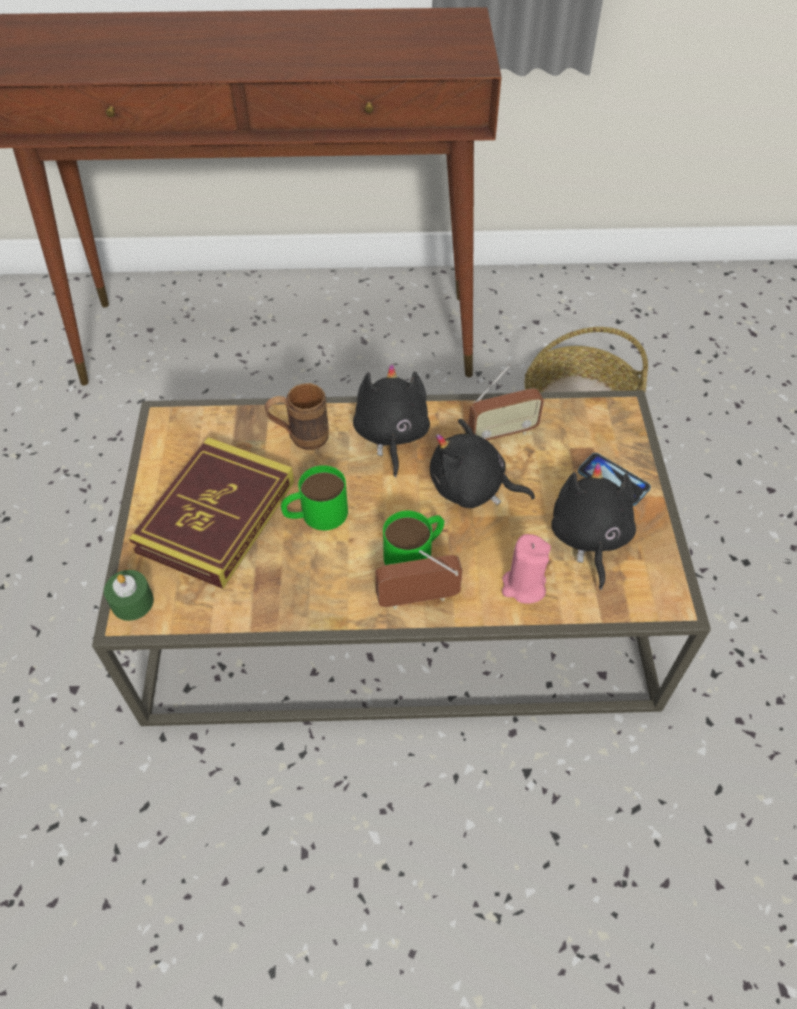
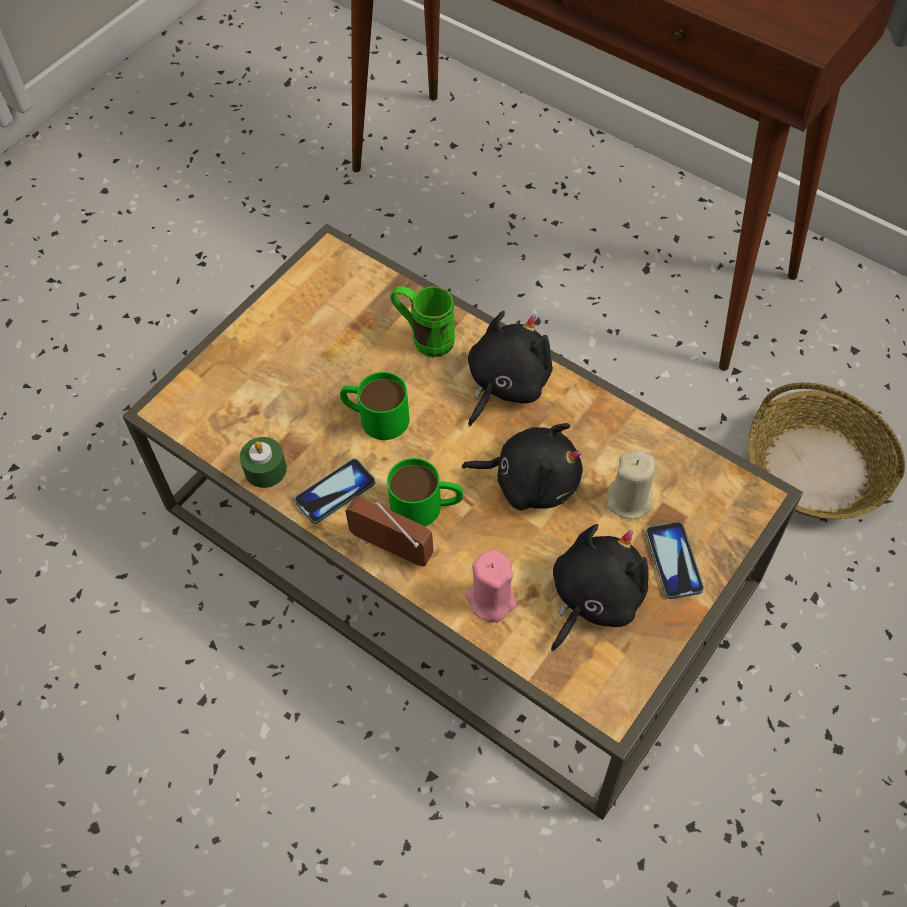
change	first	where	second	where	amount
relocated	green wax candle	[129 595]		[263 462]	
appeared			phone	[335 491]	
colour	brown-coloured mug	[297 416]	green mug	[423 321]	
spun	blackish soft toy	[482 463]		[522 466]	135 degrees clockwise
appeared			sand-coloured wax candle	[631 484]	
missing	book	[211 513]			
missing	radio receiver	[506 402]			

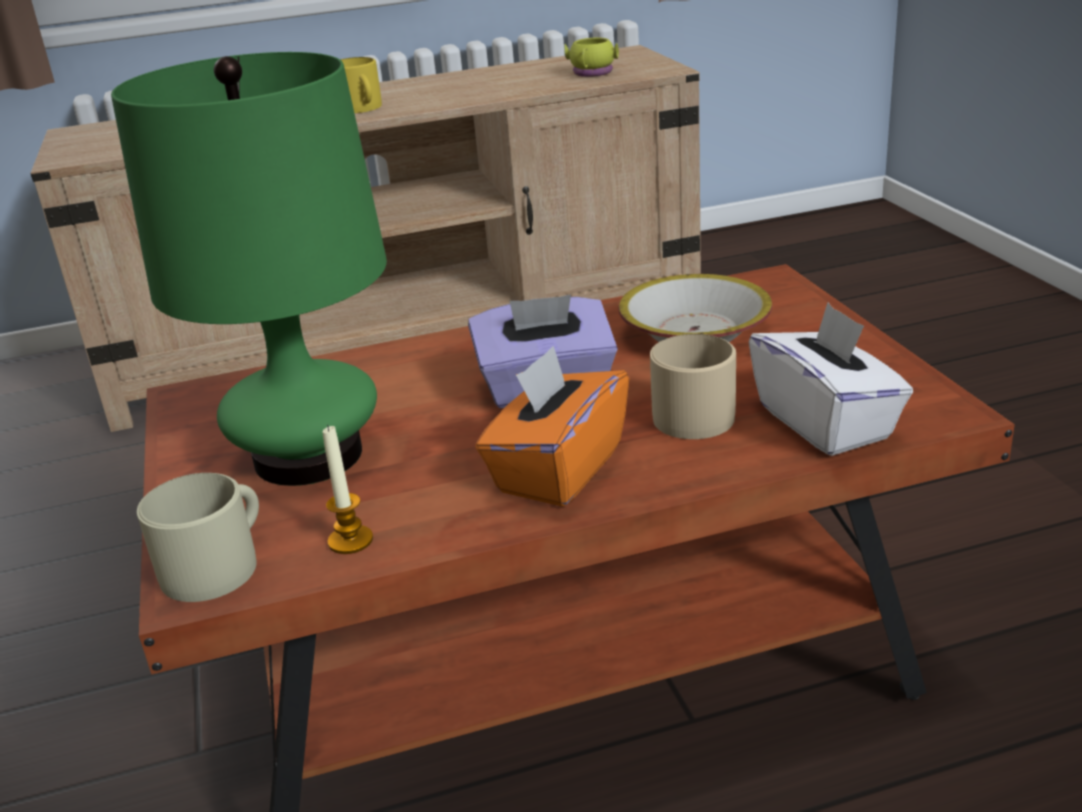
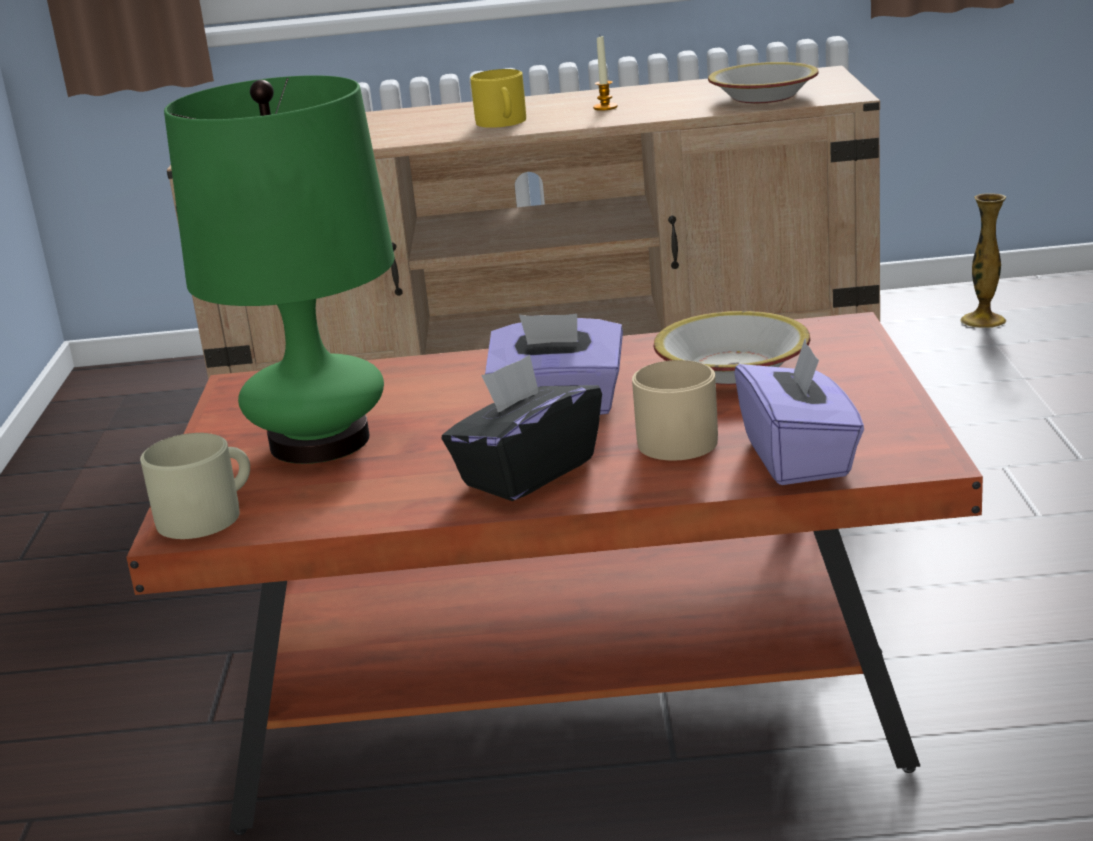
change	first	where	second	where	amount
colour	orangey tissue box	[552 426]	blackish tissue box	[522 428]	
relocated	wax candle	[347 489]		[605 73]	
exchanged	yellow mug	[591 57]	deep dish	[763 83]	
colour	whitish tissue box	[831 379]	purple-coloured tissue box	[799 412]	
appeared			vase	[983 260]	

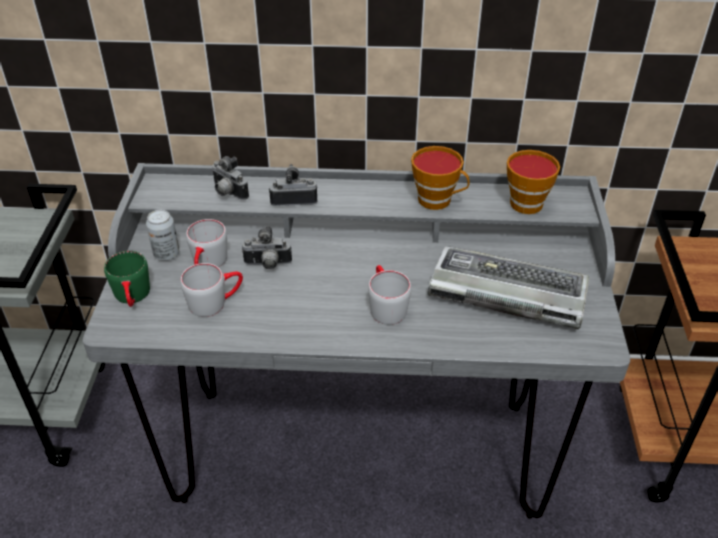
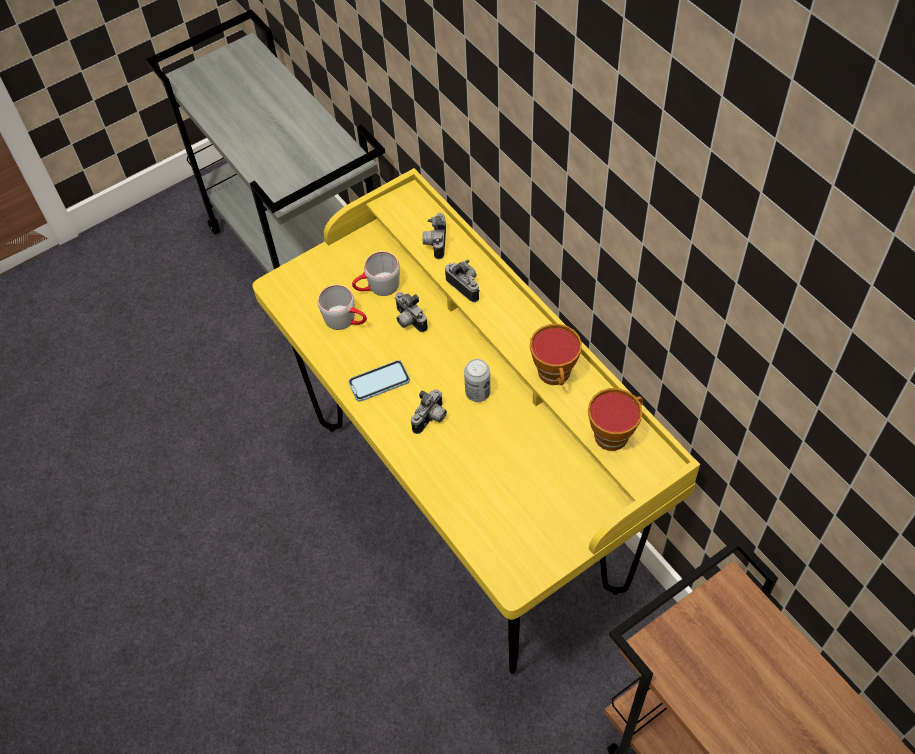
change	first	where	second	where	amount
colour	greyish desk table	[356 341]	yellow desk table	[476 421]	
appeared			phone	[379 381]	
exchanged	greyish mug	[389 295]	photo camera	[429 411]	
relocated	sealed can	[162 235]		[477 380]	
missing	green mug	[127 279]			
missing	computer keyboard	[508 287]			

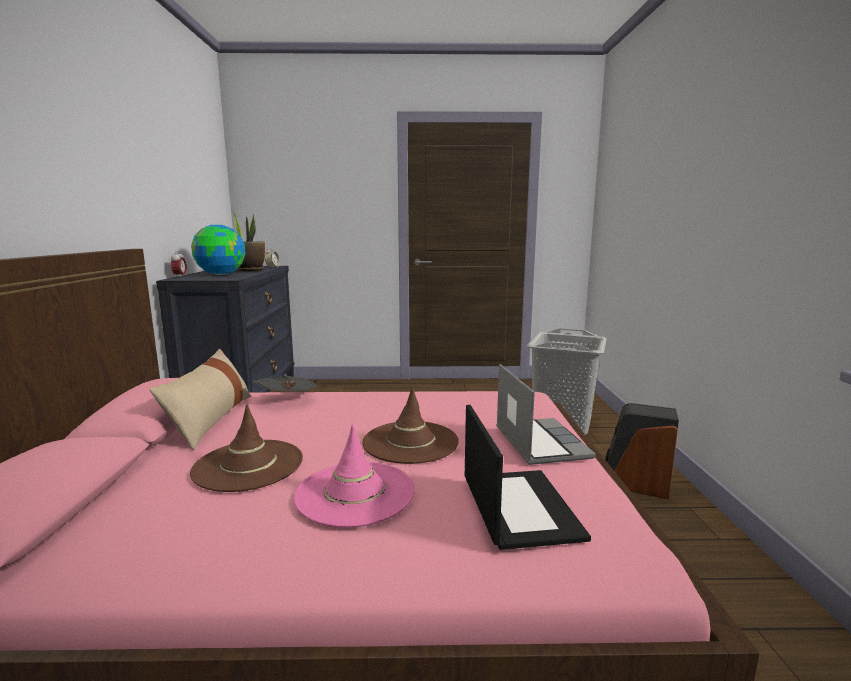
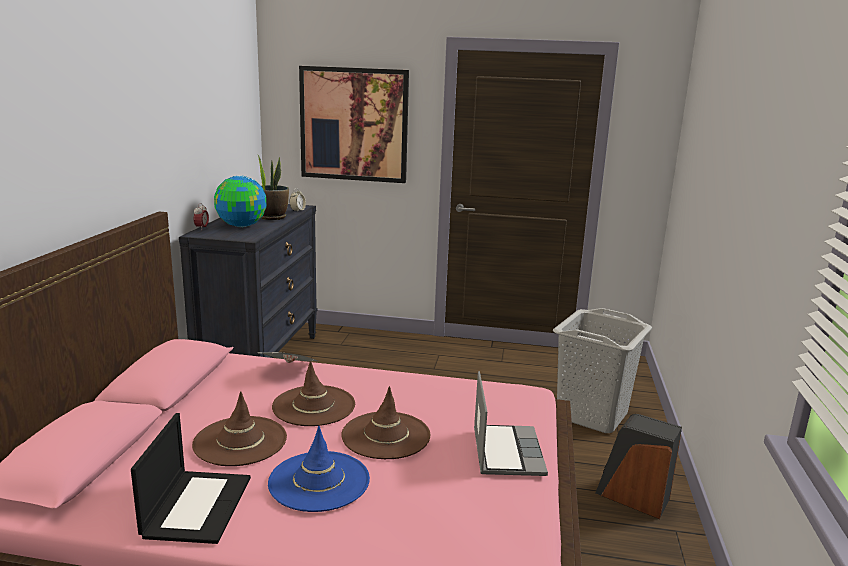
change	first	where	second	where	amount
relocated	laptop	[528 477]		[191 478]	
colour	pink wearable hat	[354 476]	blue wearable hat	[319 469]	
appeared			brown-coloured wearable hat	[313 393]	
appeared			wall art	[354 124]	
missing	sand-coloured throw pillow	[200 399]			

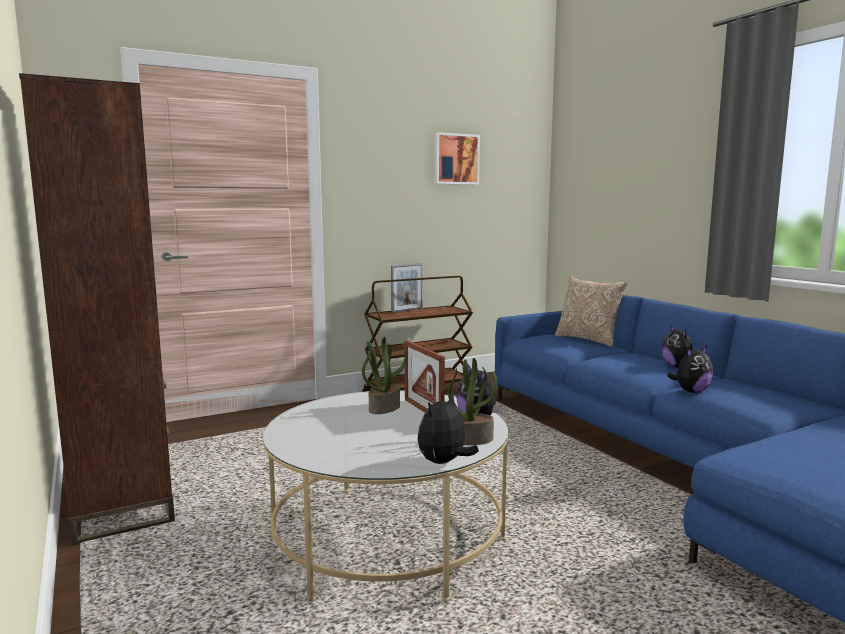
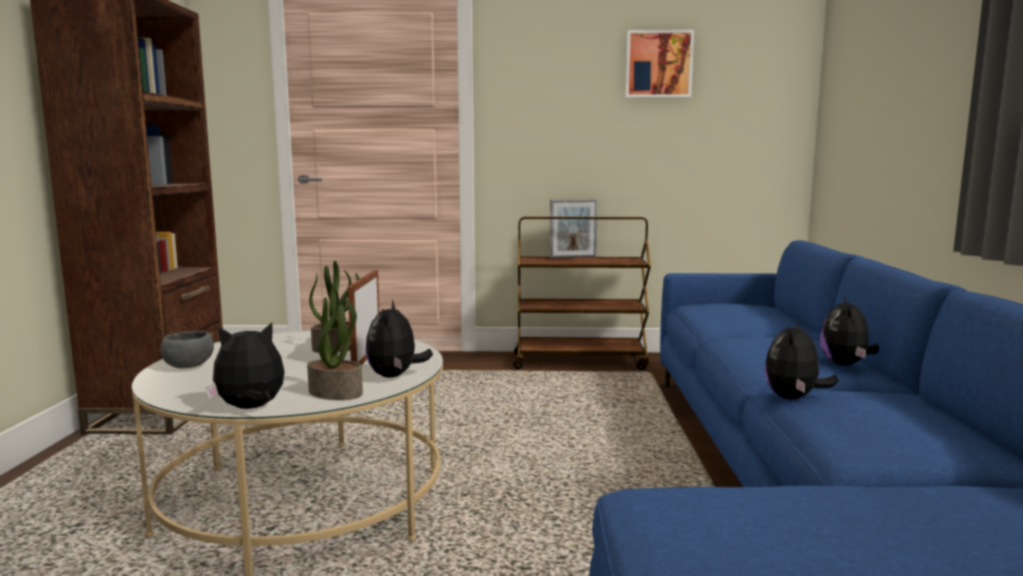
change	first	where	second	where	amount
appeared			greyish deep dish	[187 350]	
spun	soft toy	[690 369]		[801 359]	120 degrees clockwise
missing	throw pillow	[591 311]			

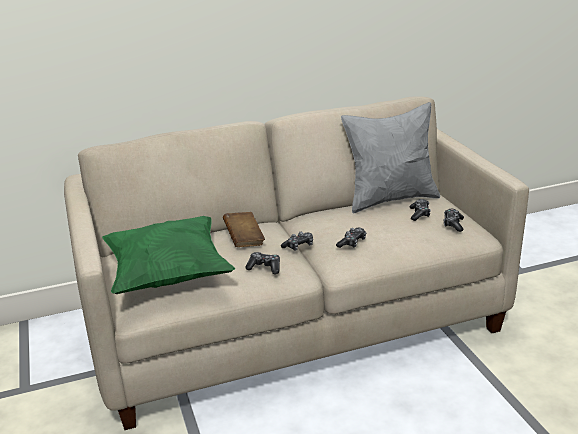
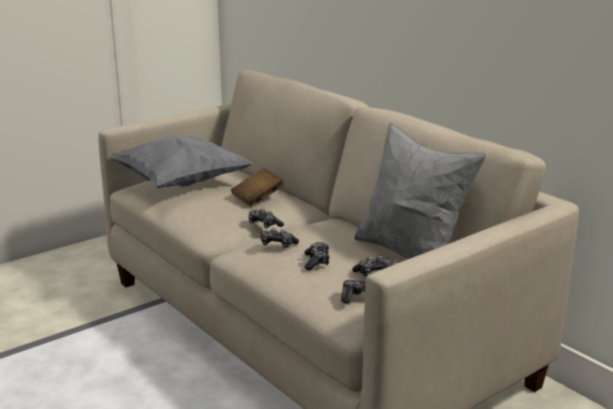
change	first	where	second	where	amount
colour	green throw pillow	[168 255]	greyish throw pillow	[181 161]	
relocated	game controller	[262 263]		[317 256]	

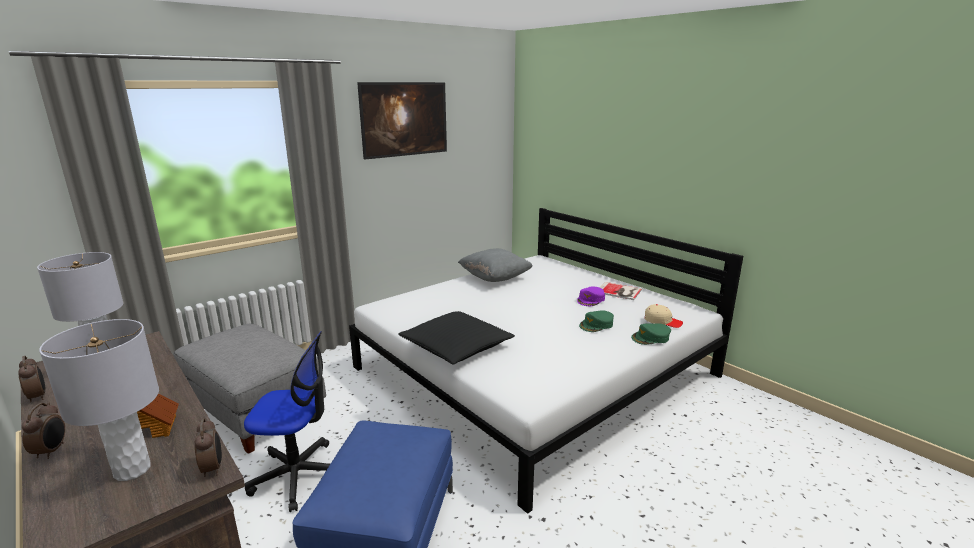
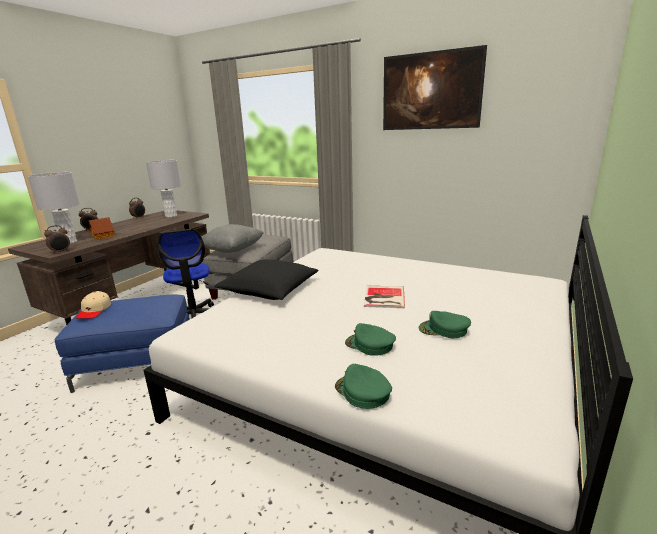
change	first	where	second	where	amount
relocated	sand-coloured cap	[664 316]		[93 305]	
relocated	greyish throw pillow	[495 265]		[232 238]	
relocated	book	[620 291]		[384 297]	
colour	purple-coloured cap	[591 296]	green cap	[445 325]	

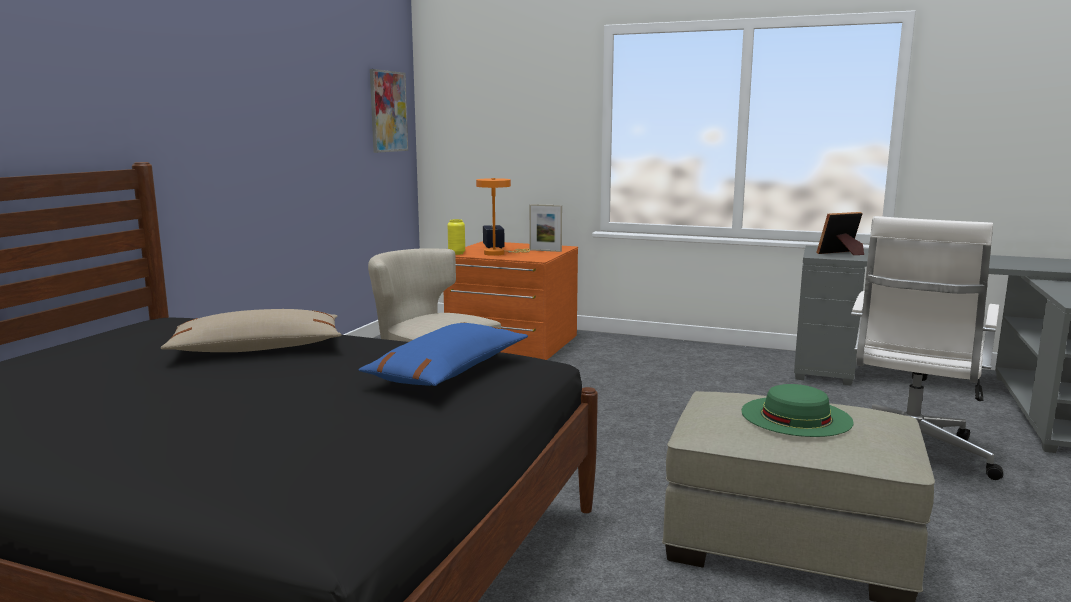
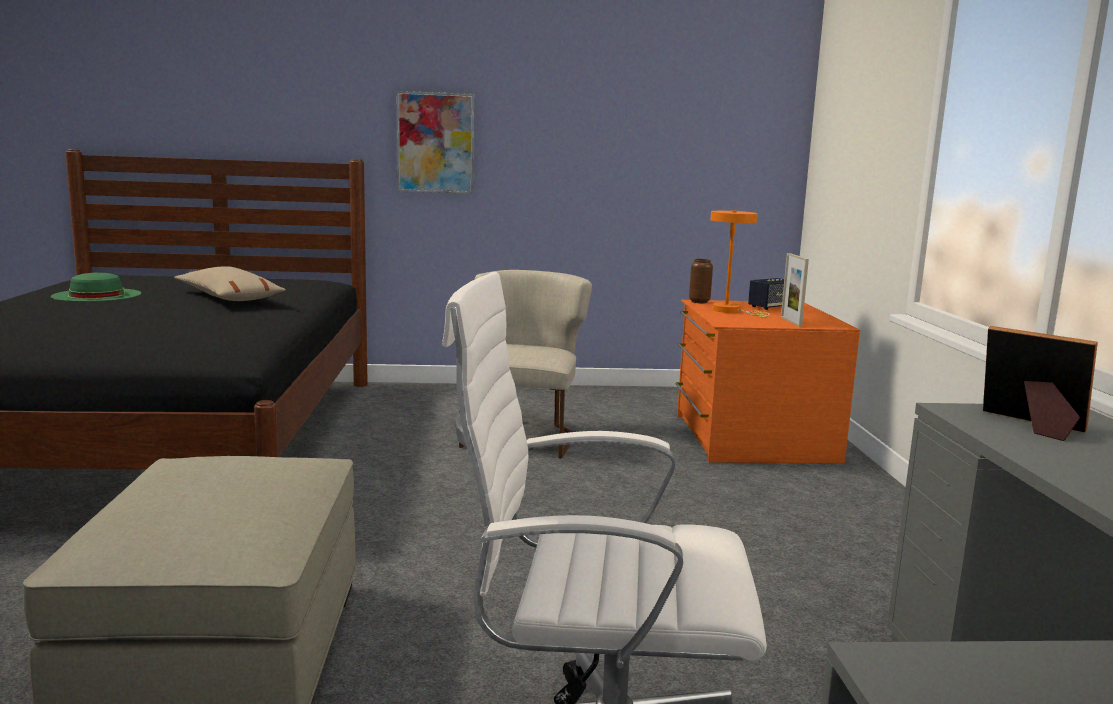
change	first	where	second	where	amount
relocated	green wearable hat	[797 410]		[96 287]	
relocated	wall art	[389 111]		[435 142]	
colour	yellow vase	[456 237]	brown-coloured vase	[701 281]	
missing	blue throw pillow	[443 354]			

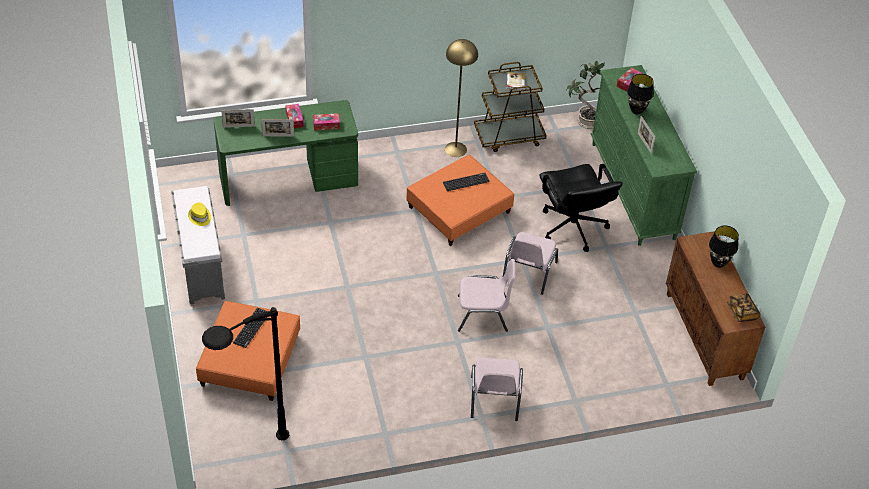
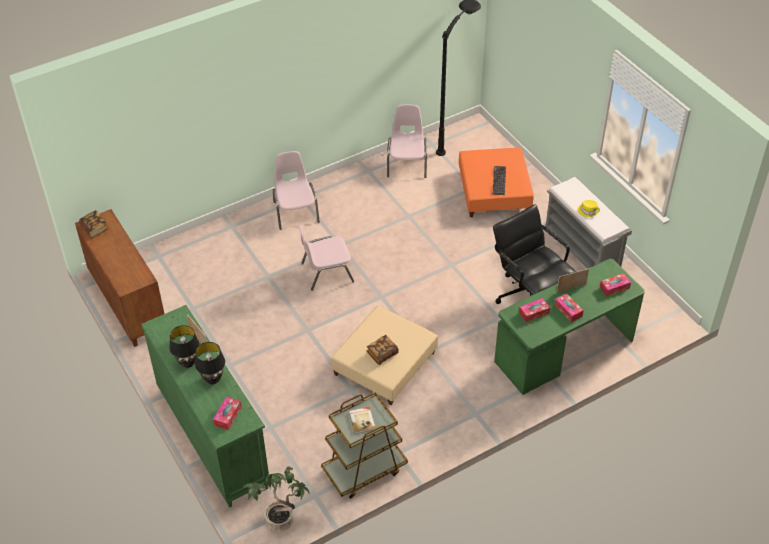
change	first	where	second	where	amount
relocated	blackish lamp for a table	[724 247]		[184 346]	
colour	orangey footrest	[460 200]	sand-coloured footrest	[384 355]	
exchanged	computer keyboard	[466 182]	book	[383 350]	
relocated	pink upright chair	[530 263]		[407 141]	
relocated	blackish desk chair	[581 208]		[534 254]	
exchanged	picture frame	[238 118]	tissue box	[615 284]	
missing	yellow standard lamp	[461 98]			

